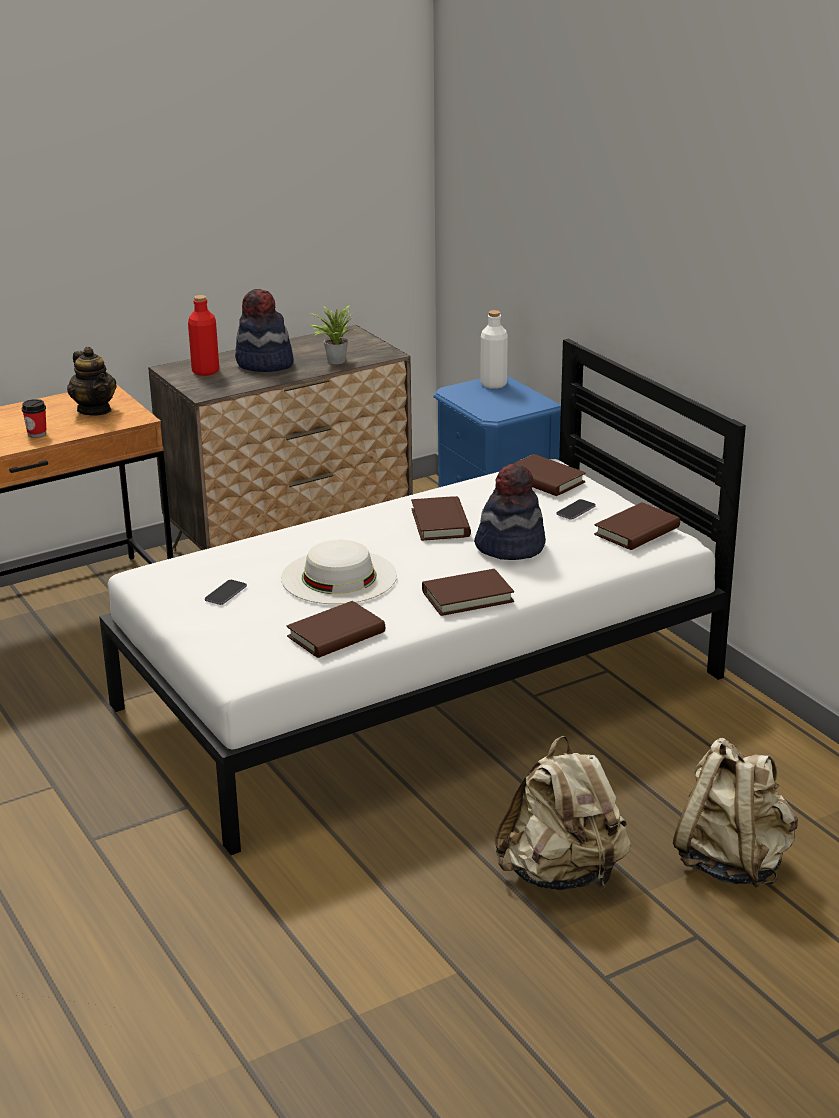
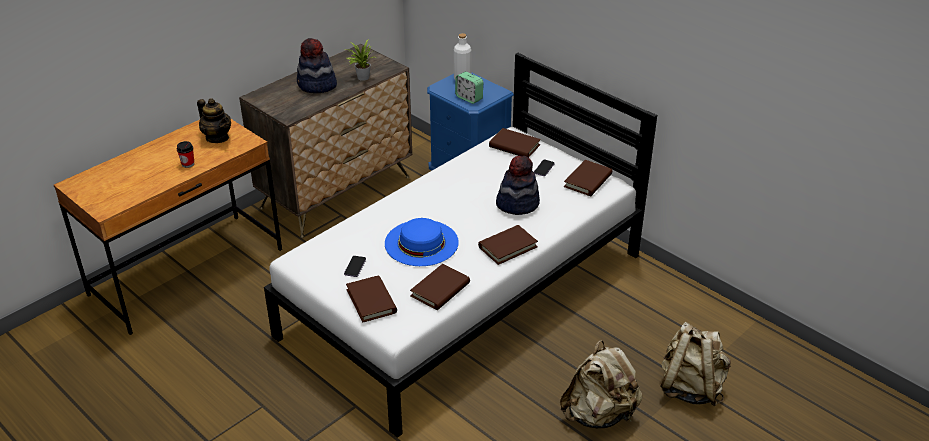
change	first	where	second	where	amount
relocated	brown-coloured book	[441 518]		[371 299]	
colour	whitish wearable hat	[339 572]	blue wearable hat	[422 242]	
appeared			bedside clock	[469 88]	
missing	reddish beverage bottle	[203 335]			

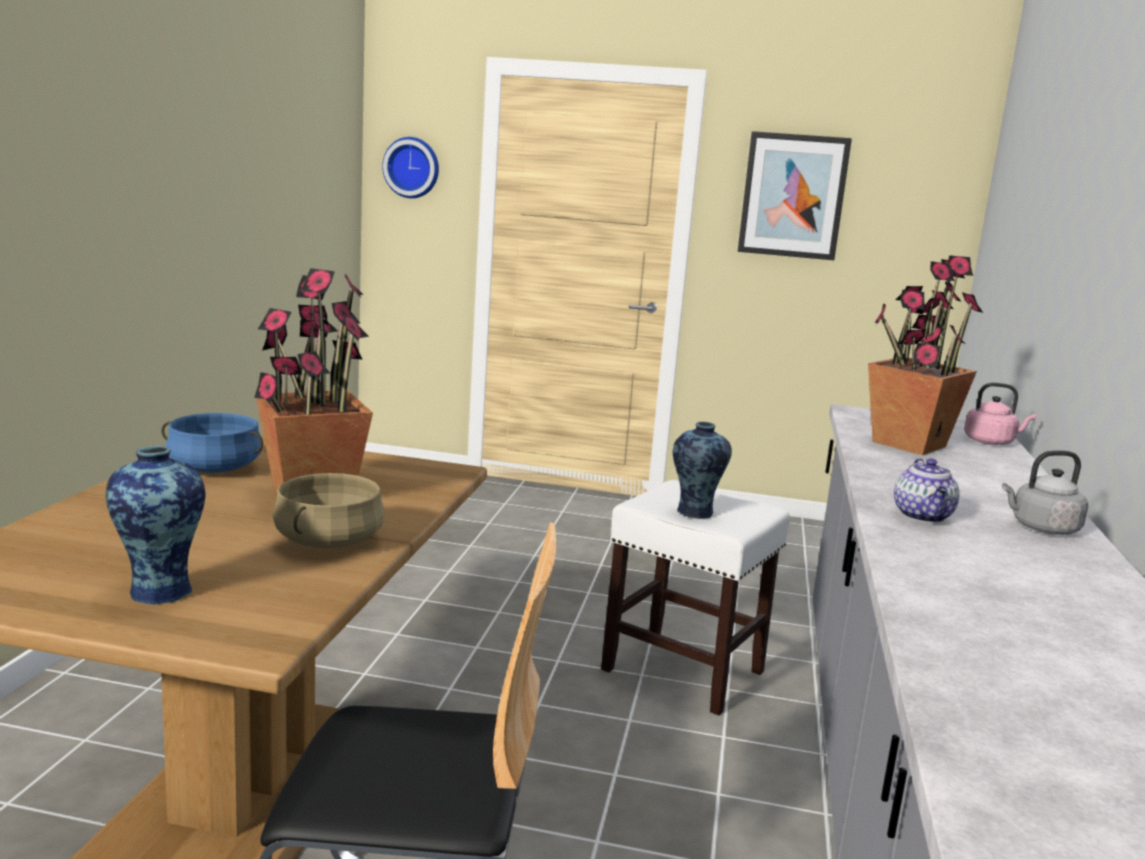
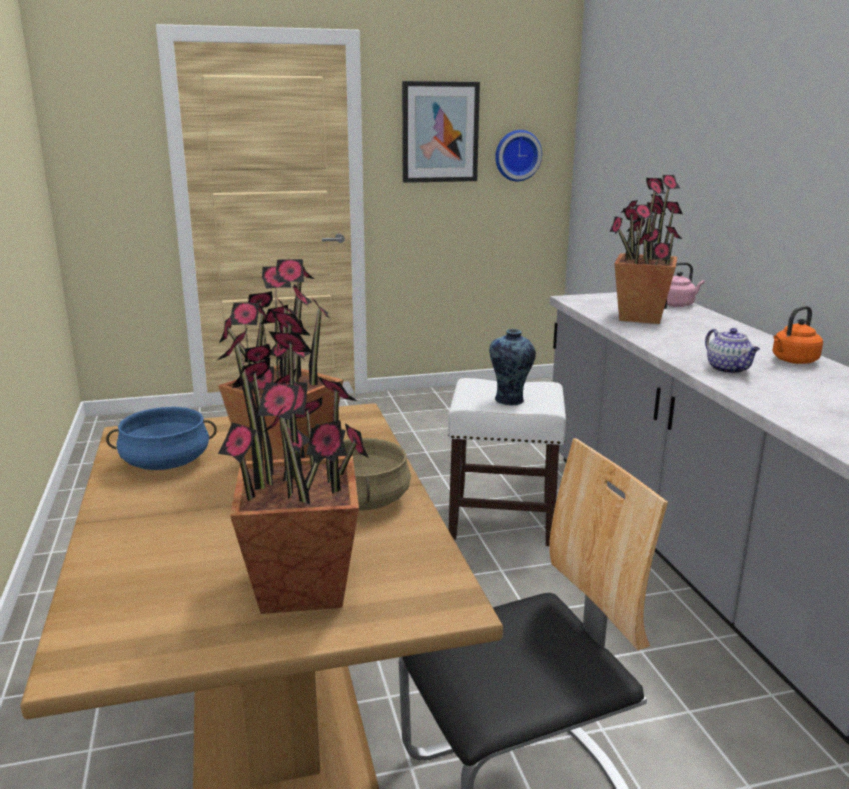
change	first	where	second	where	amount
exchanged	vase	[156 525]	plant in a pot	[292 462]	
relocated	wall clock	[410 167]		[518 155]	
colour	greyish kettle	[1045 492]	orangey kettle	[797 335]	

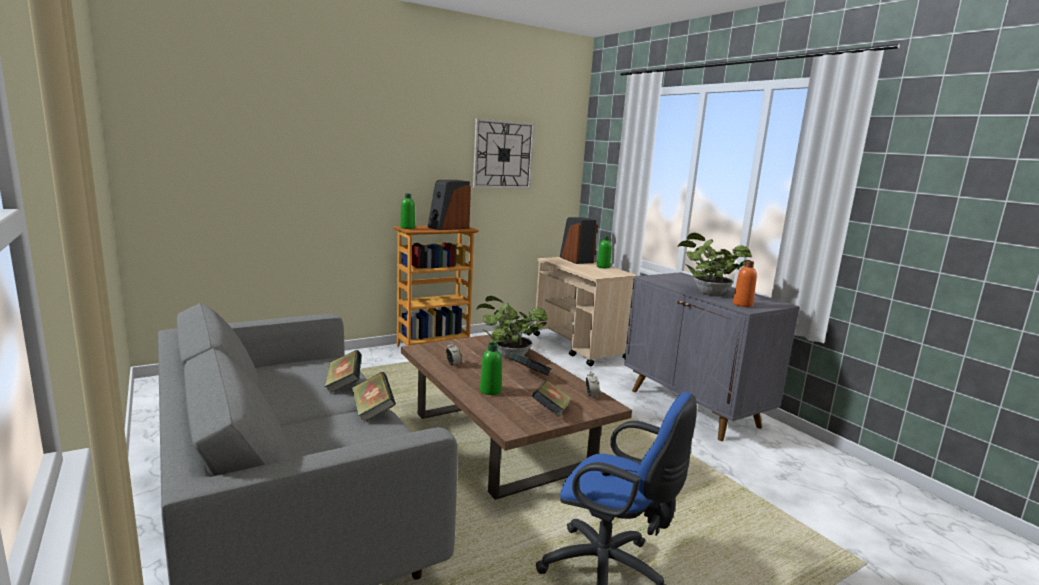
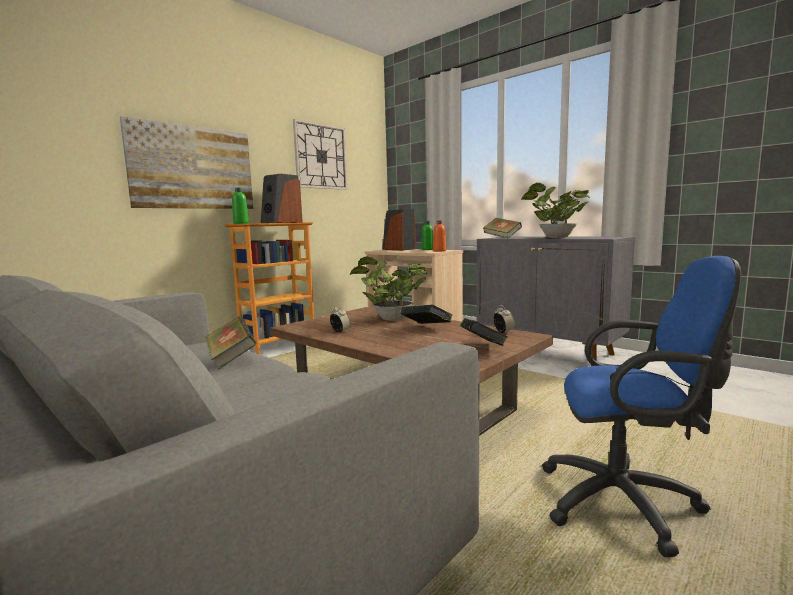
change	first	where	second	where	amount
appeared			wall art	[186 162]	
relocated	orangey beverage bottle	[745 283]		[439 236]	
relocated	book	[374 397]		[502 228]	
missing	green beverage bottle	[491 368]			

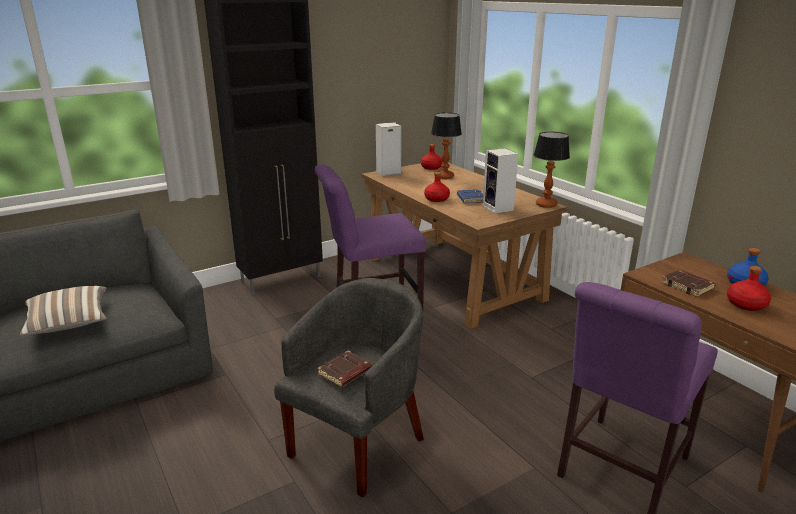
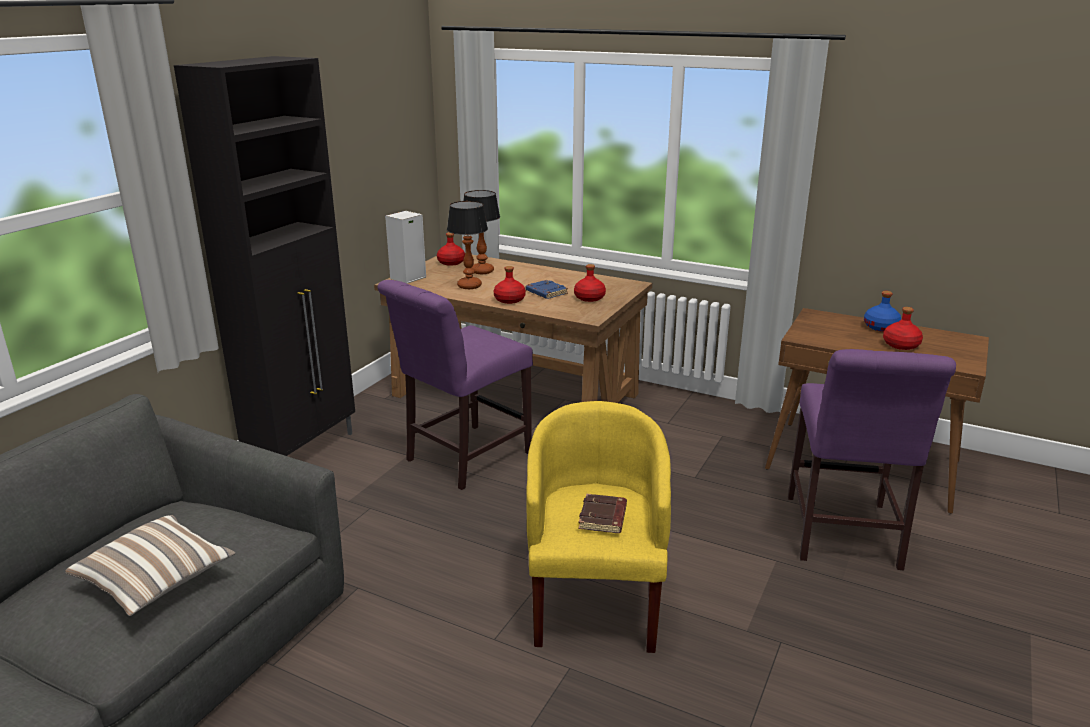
change	first	where	second	where	amount
relocated	lamp for a table	[552 170]		[467 245]	
colour	greyish armchair	[349 387]	yellow armchair	[598 527]	
exchanged	speaker	[500 181]	reddish beverage bottle	[590 283]	
missing	brown-coloured book	[688 283]			

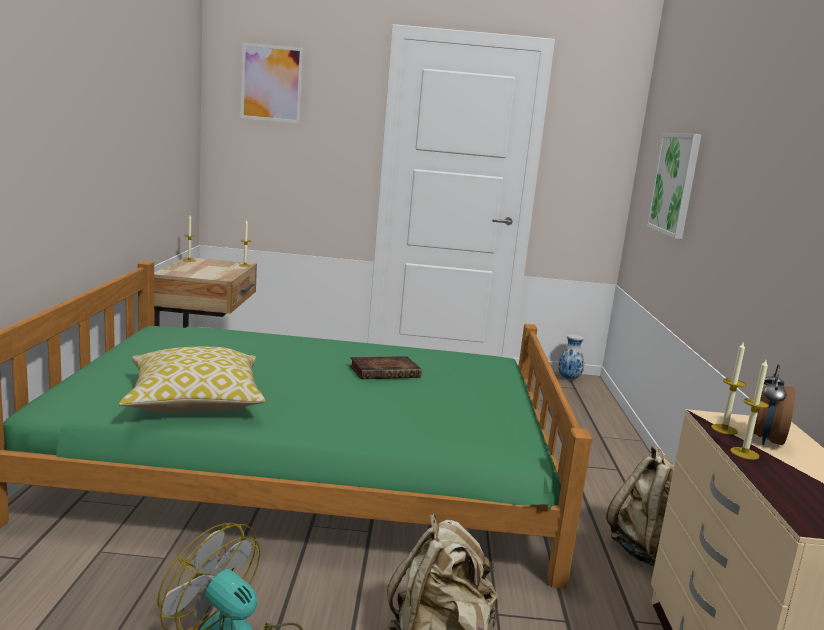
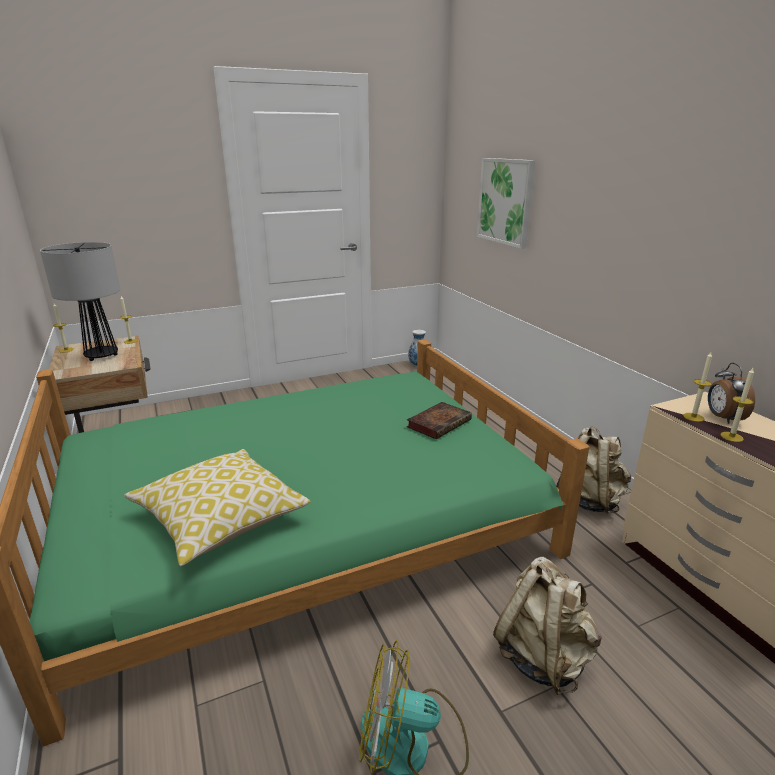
change	first	where	second	where	amount
appeared			lamp for a table	[80 301]	
relocated	book	[385 367]		[439 420]	
missing	wall art	[272 83]			

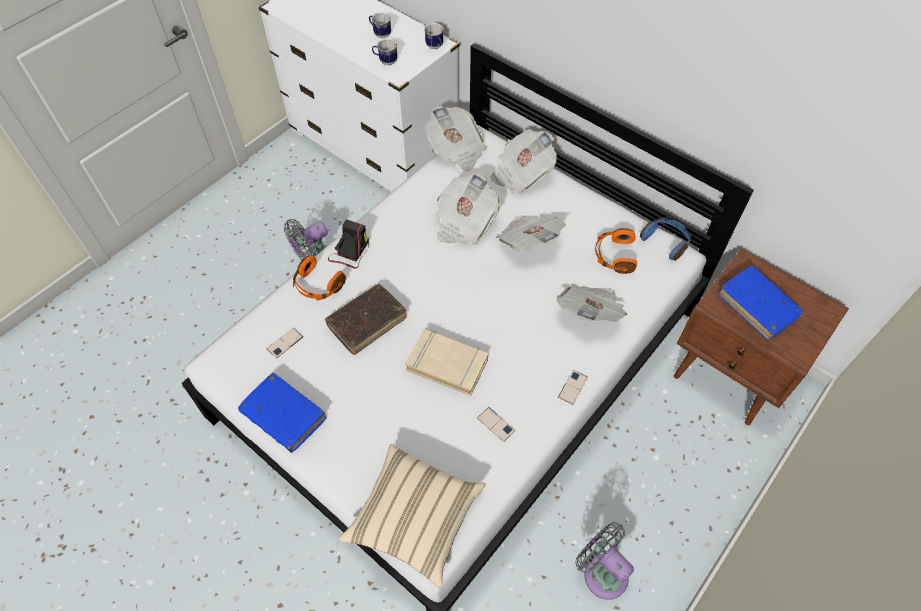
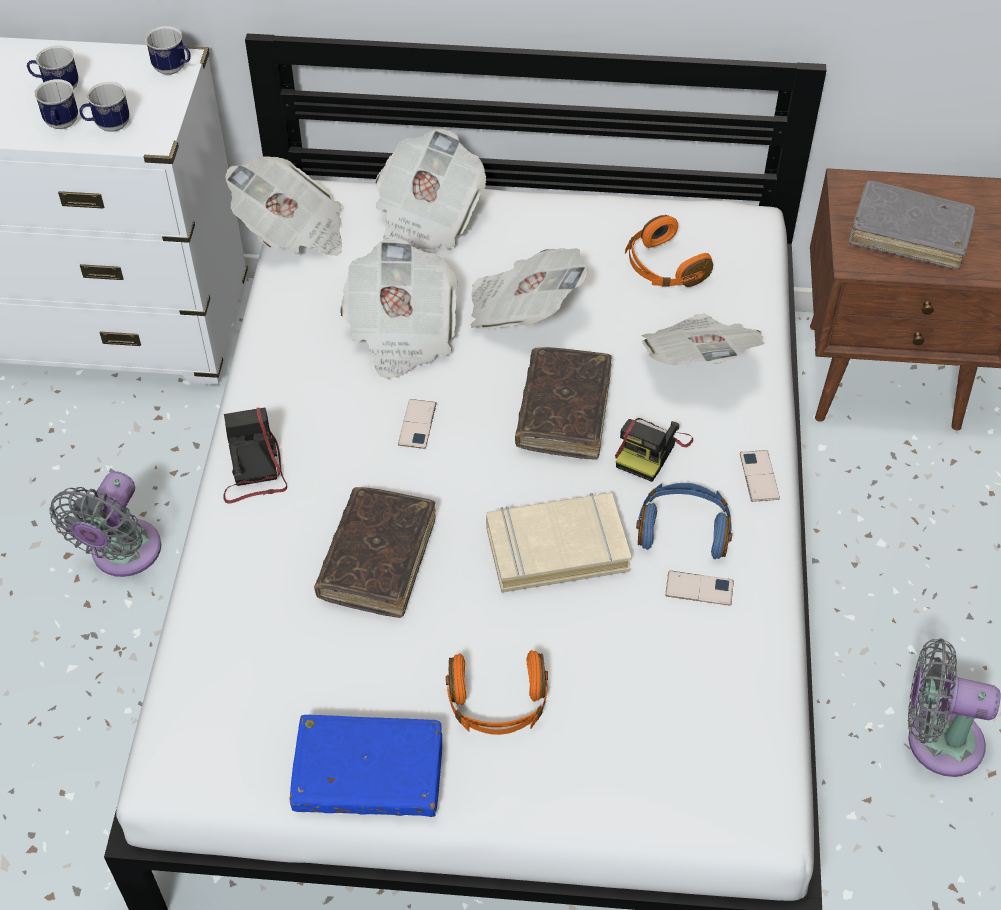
change	first	where	second	where	amount
appeared			mug	[56 104]	
relocated	phone	[285 343]		[417 424]	
relocated	orangey headset	[319 278]		[497 692]	
appeared			brown-coloured book	[563 403]	
appeared			photo camera	[654 450]	
relocated	blue headset	[665 239]		[684 521]	
colour	blue book	[761 303]	greyish book	[912 225]	
missing	sand-coloured throw pillow	[412 516]			

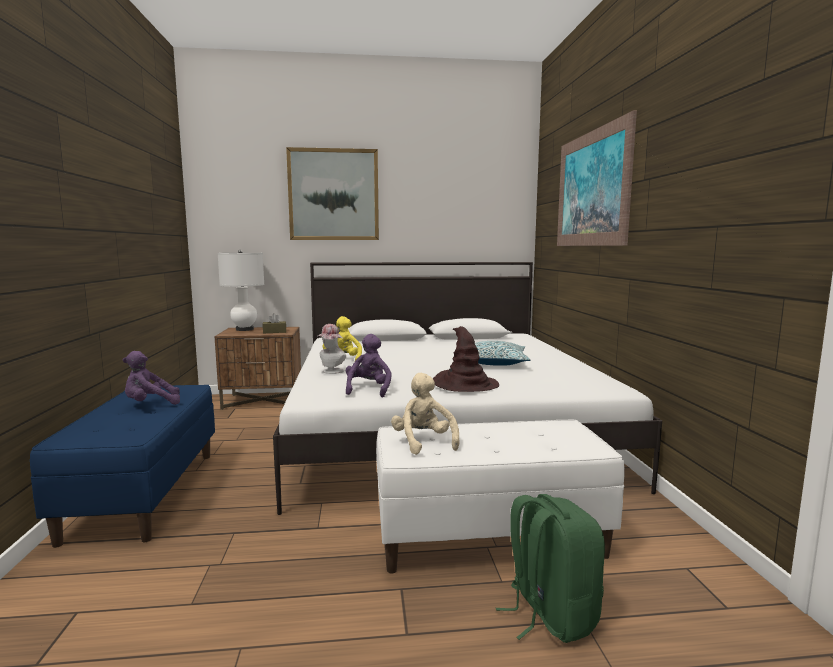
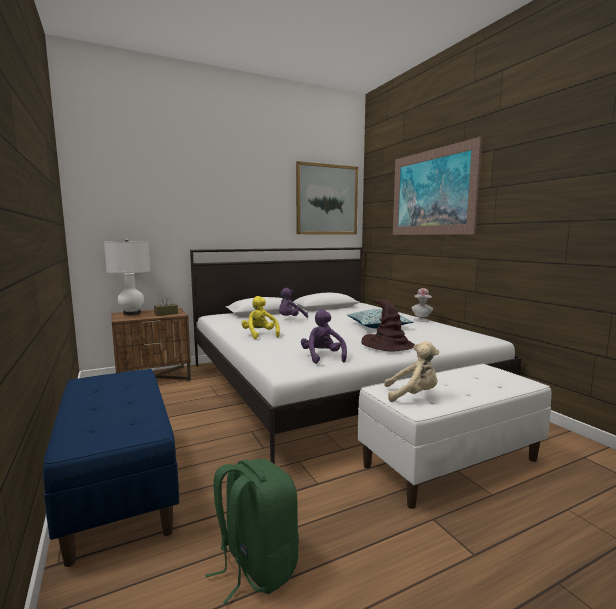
change	first	where	second	where	amount
relocated	green backpack	[550 568]		[252 531]	
relocated	purple-coloured soft toy	[151 378]		[293 303]	
relocated	wall art	[332 193]		[327 198]	
spun	sand-coloured soft toy	[425 414]		[411 371]	135 degrees clockwise
relocated	wearable hat	[331 349]		[422 305]	

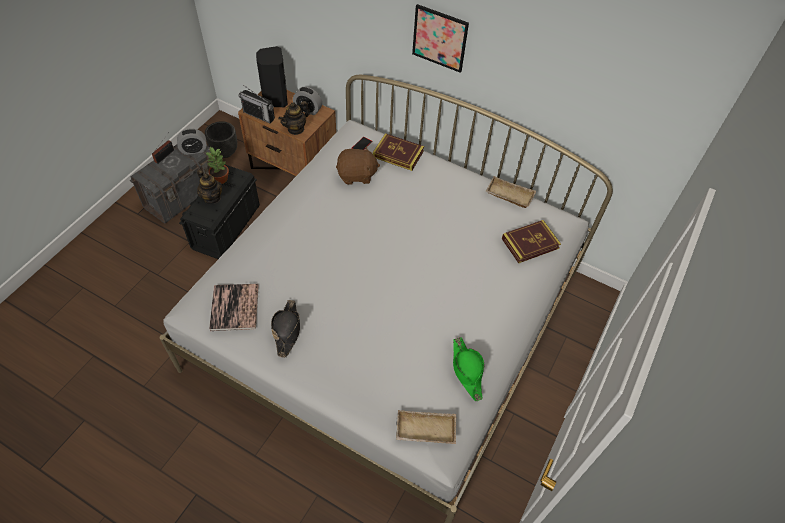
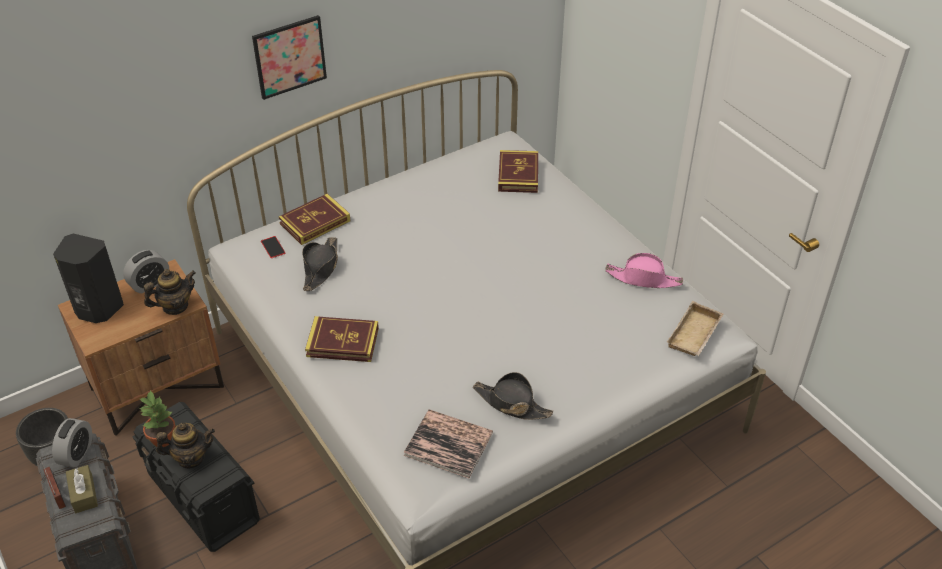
change	first	where	second	where	amount
appeared			brown-coloured tissue box	[82 489]	
spun	pot for tea	[294 118]		[170 292]	105 degrees counterclockwise
exchanged	brown-coloured soft toy	[358 165]	blackish wearable hat	[320 264]	
appeared			book	[342 339]	
colour	green wearable hat	[468 369]	pink wearable hat	[644 270]	
missing	radio receiver	[257 104]			
missing	sand-coloured serving tray	[510 192]			

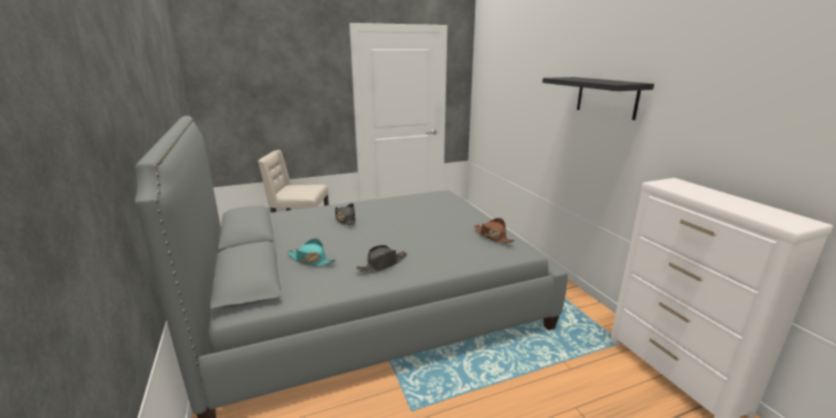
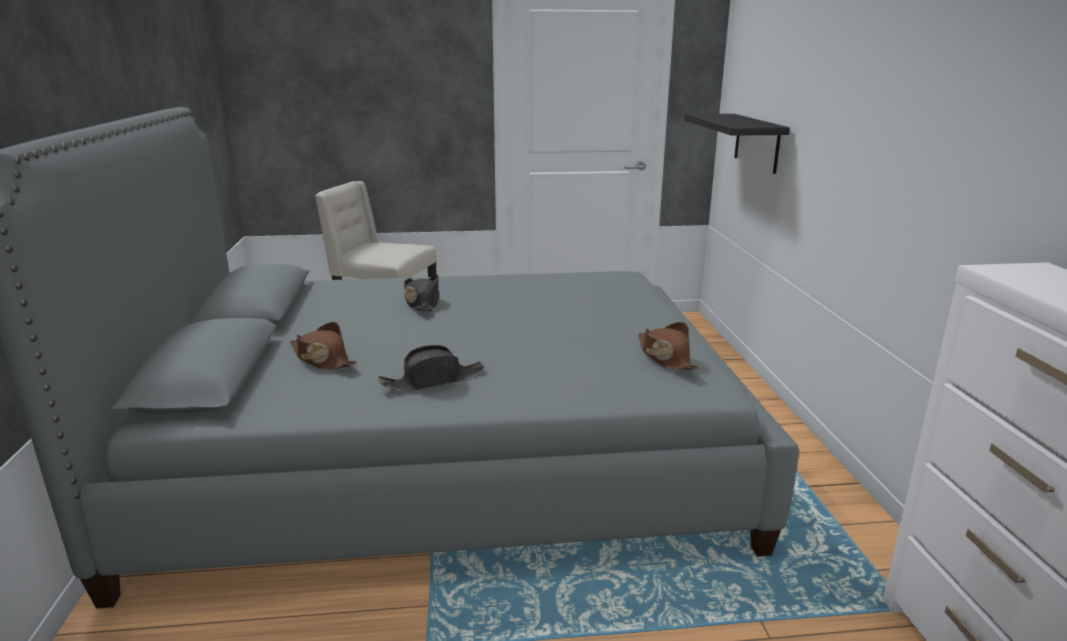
change	first	where	second	where	amount
colour	turquoise-coloured wearable hat	[312 252]	brown-coloured wearable hat	[323 346]	
relocated	blackish bracket shelf	[598 98]		[737 144]	

